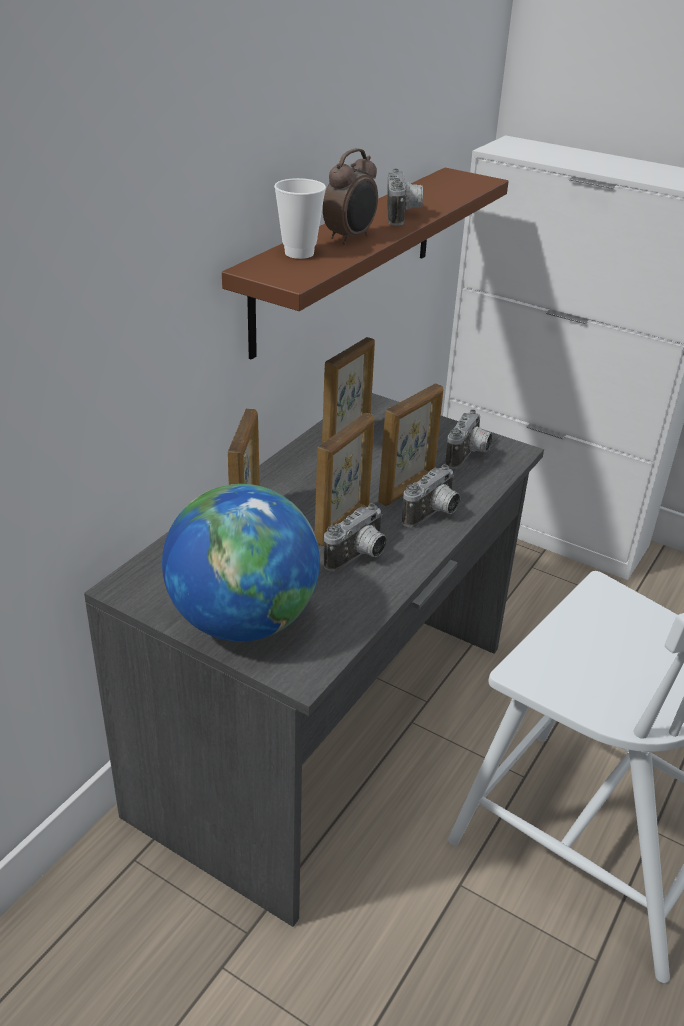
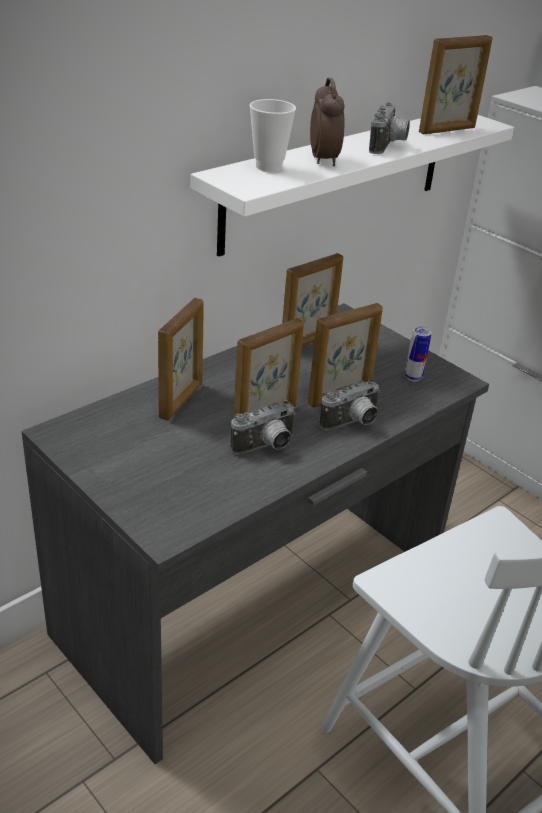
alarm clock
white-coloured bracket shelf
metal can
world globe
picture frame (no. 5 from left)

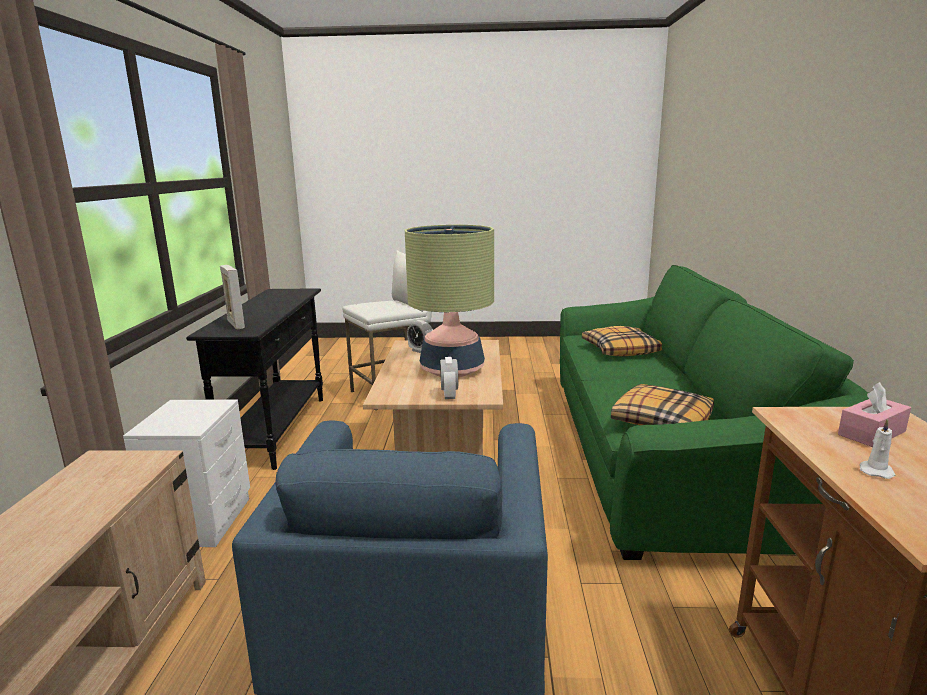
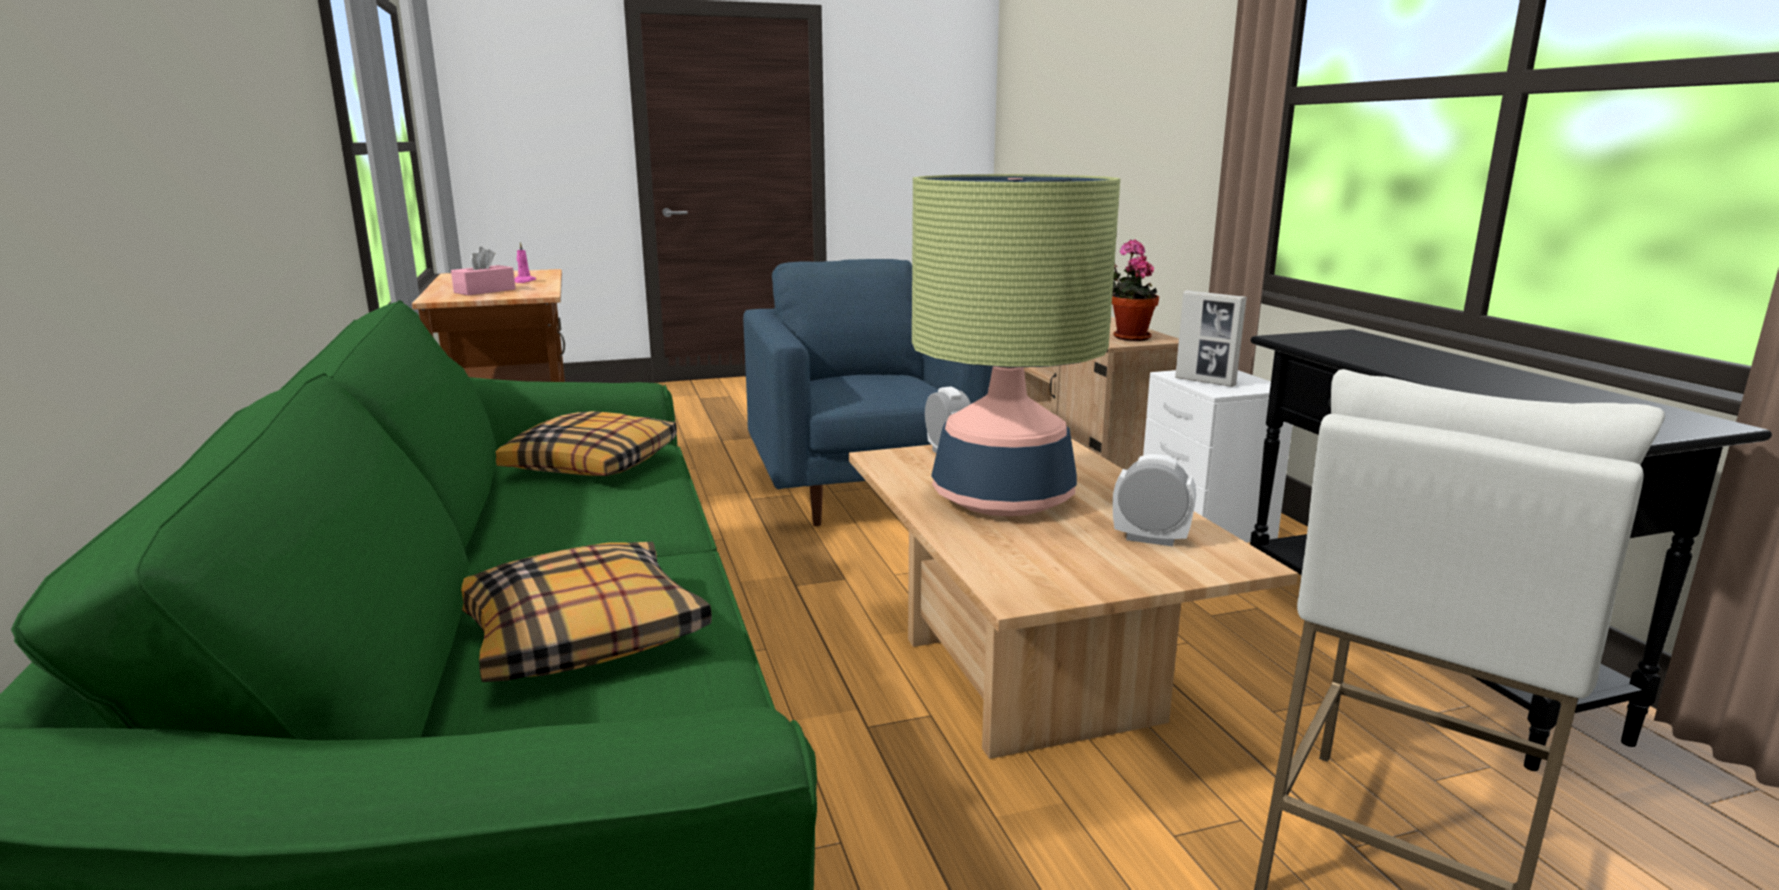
picture frame
pink-coloured candle
plant in a pot

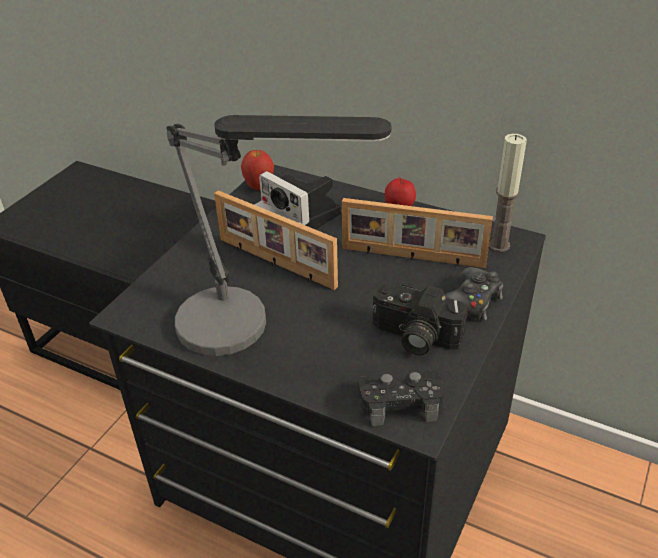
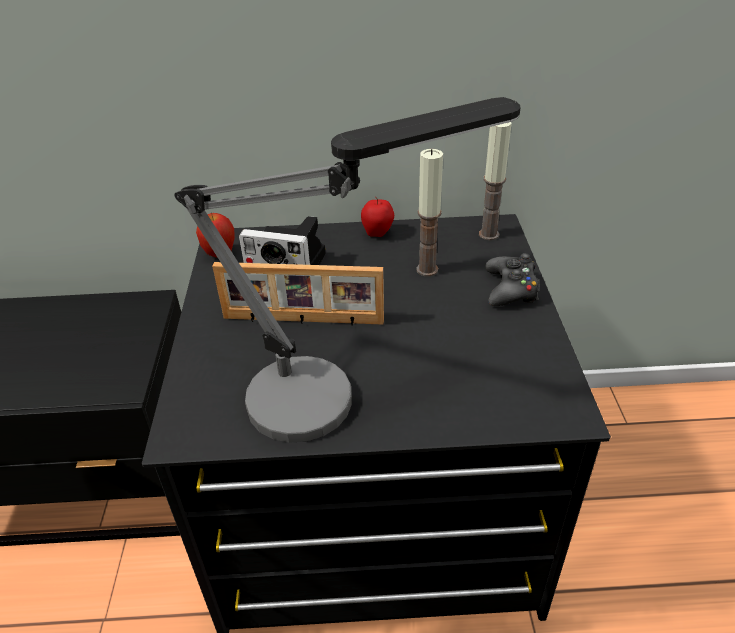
candle (no. 1 from left)
still camera (no. 2 from left in the first image)
blackish game controller (no. 1 from left in the first image)

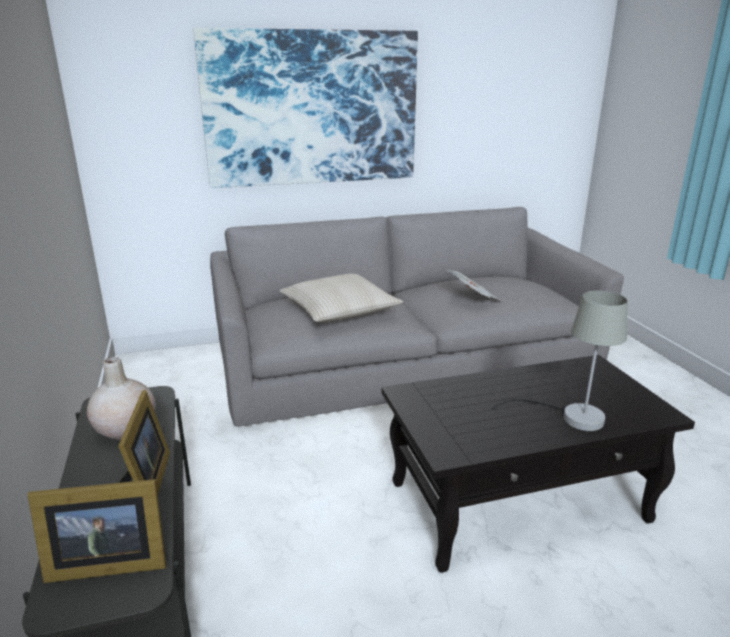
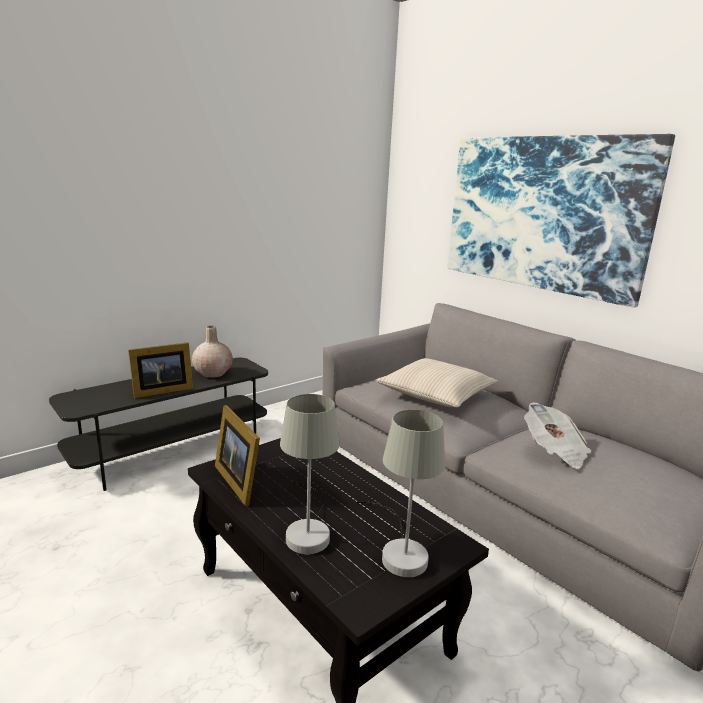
picture frame (no. 2 from left)
greyish lamp for a table (no. 2 from left)

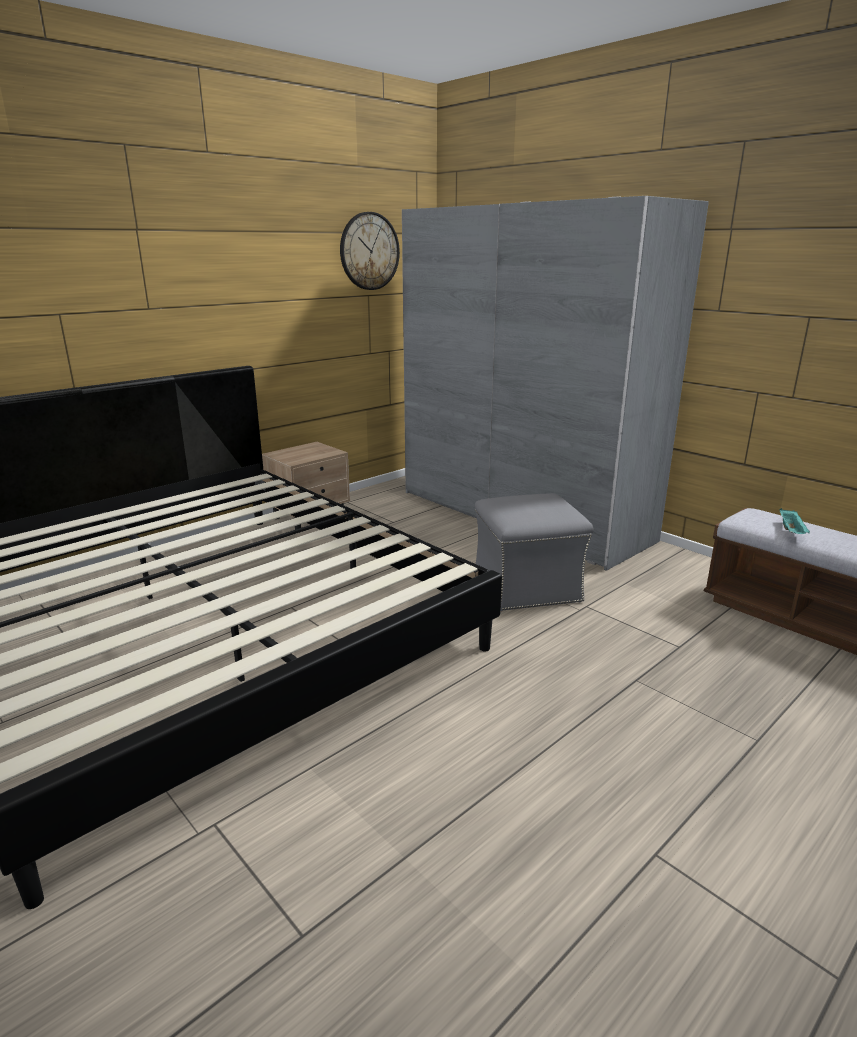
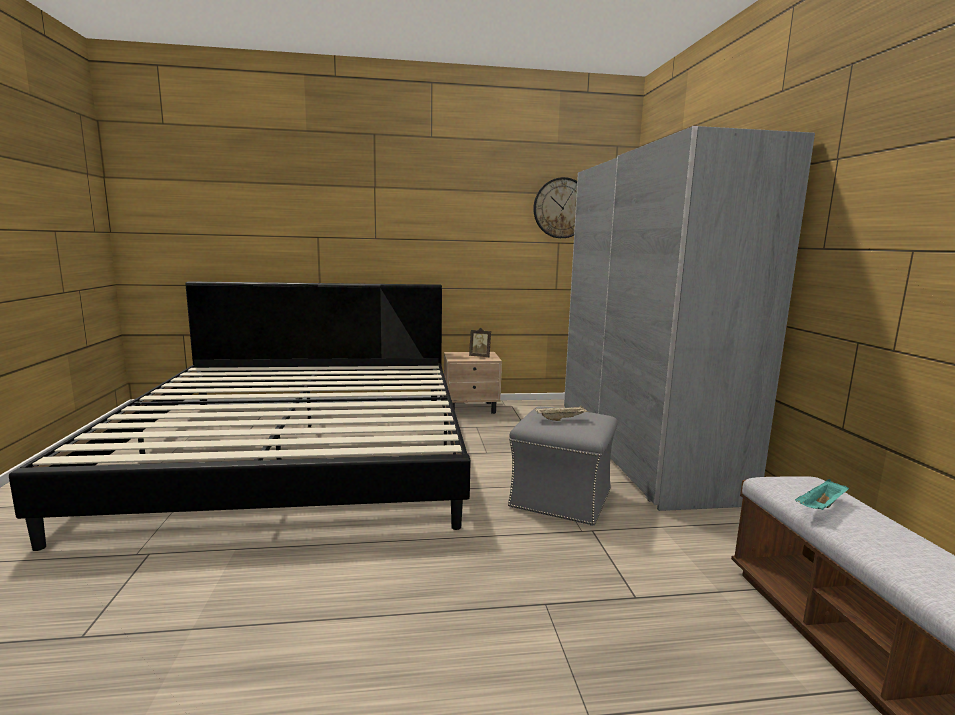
picture frame
beige tray

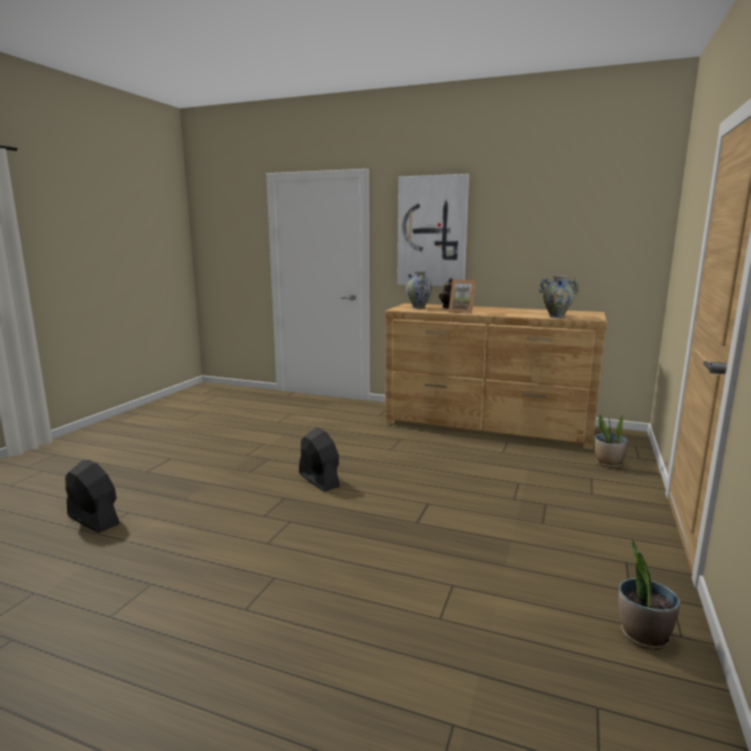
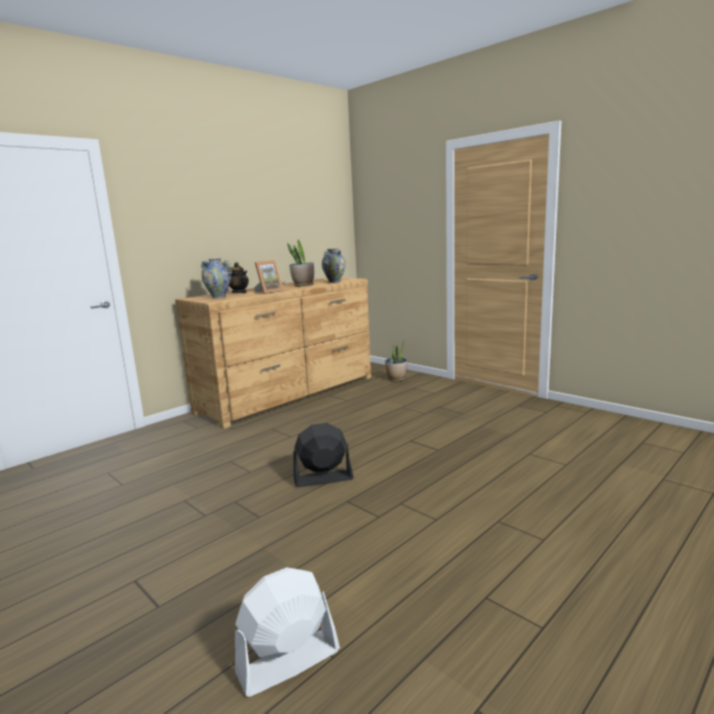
wall picture
white-coloured fan
plant in a pot (no. 1 from left)

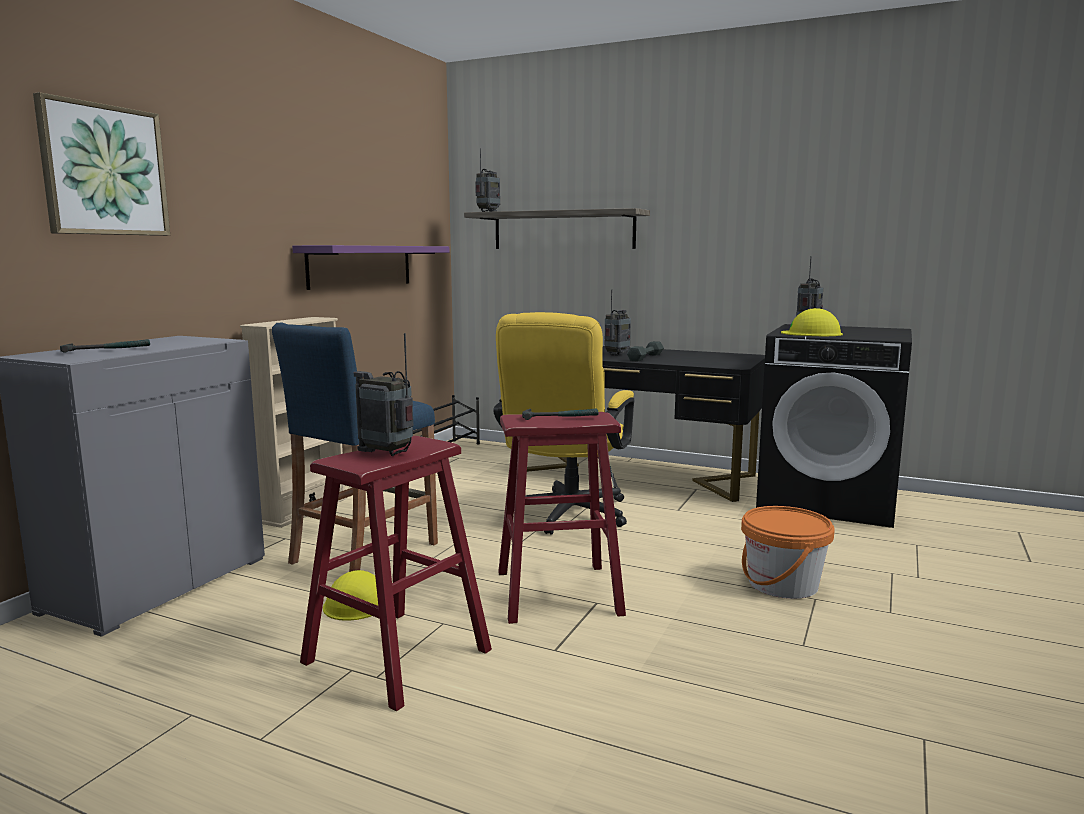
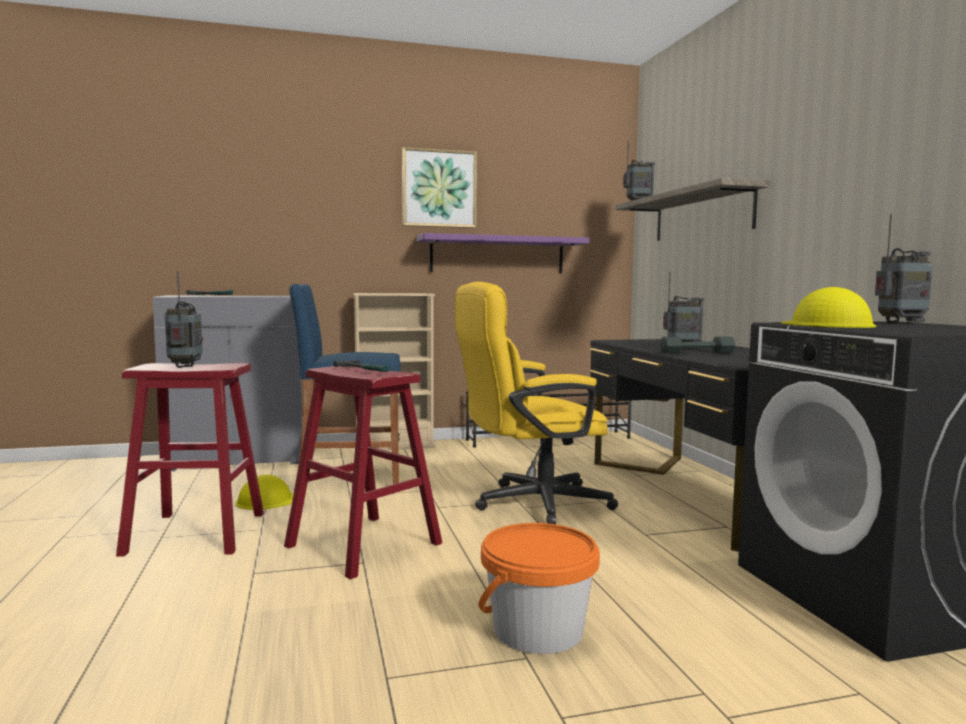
wall picture

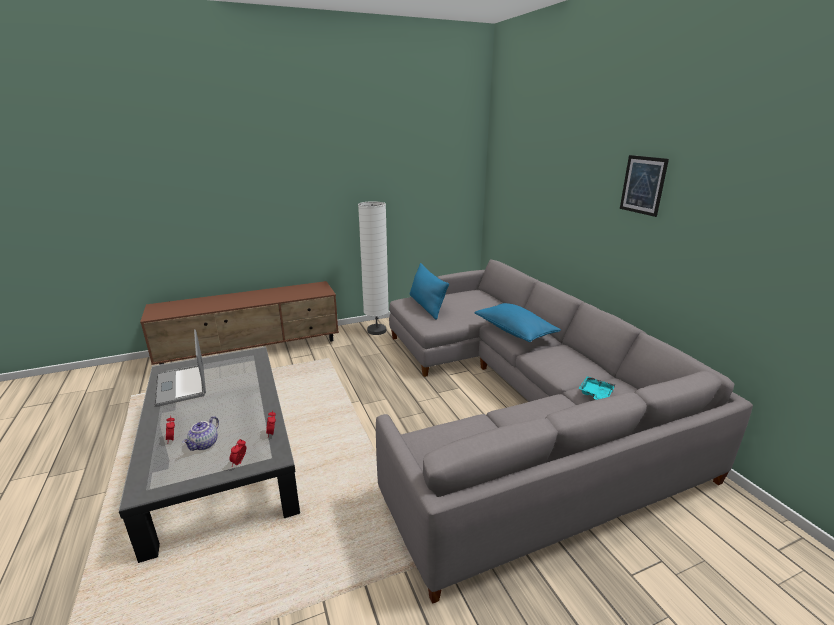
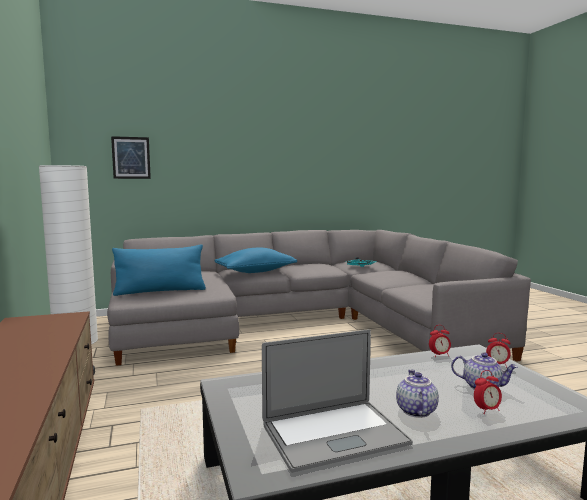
wall picture
teapot (no. 1 from left)

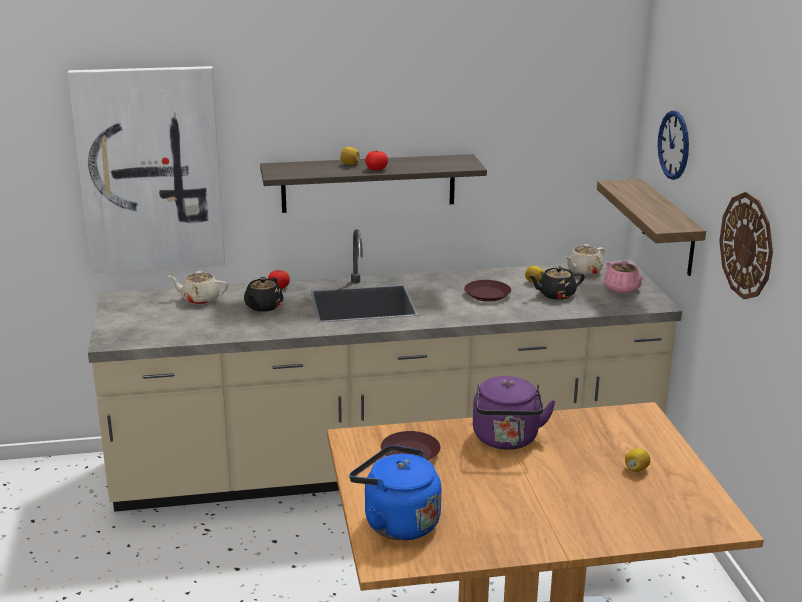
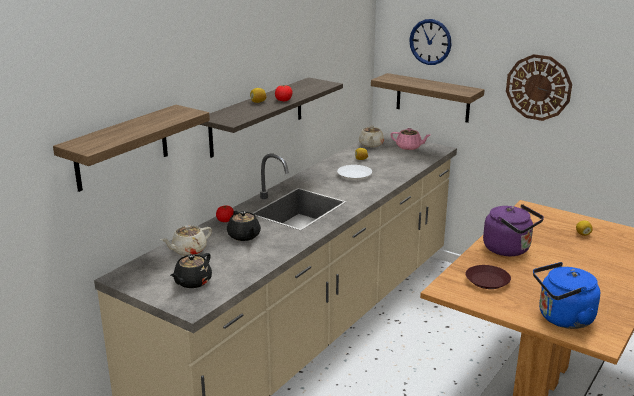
bracket shelf (no. 1 from left)
blackish teapot (no. 1 from left)
white-coloured dinner plate

